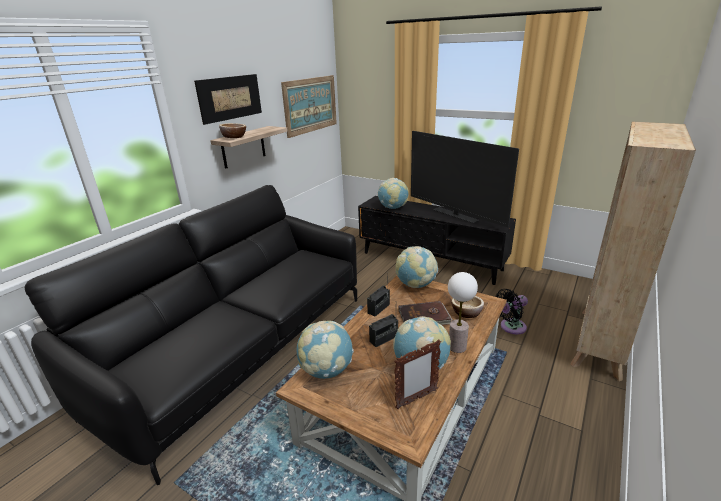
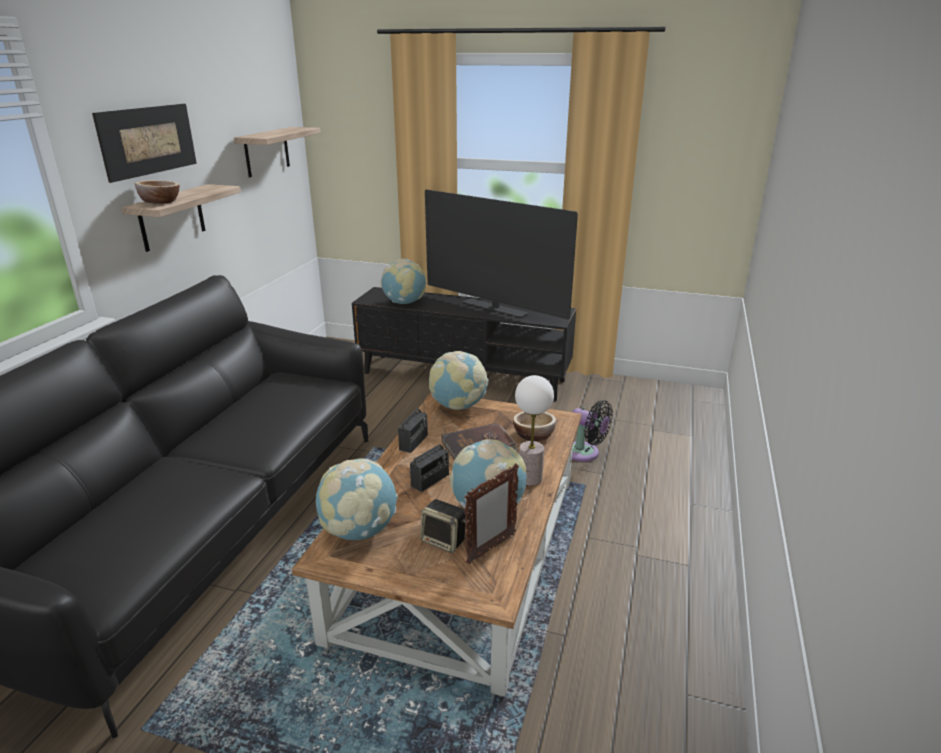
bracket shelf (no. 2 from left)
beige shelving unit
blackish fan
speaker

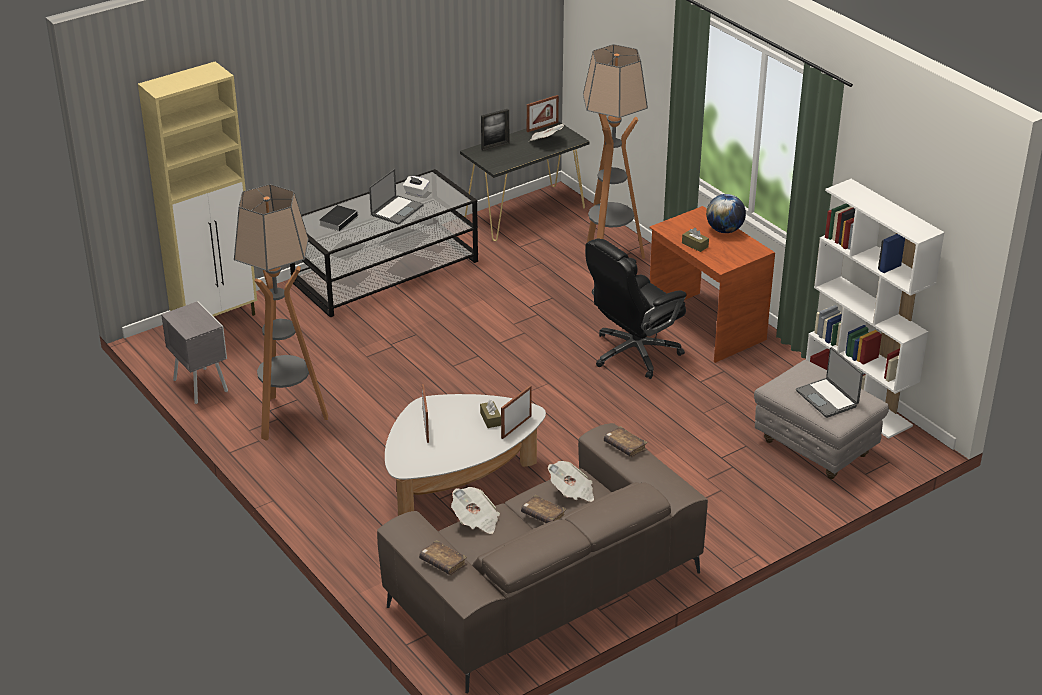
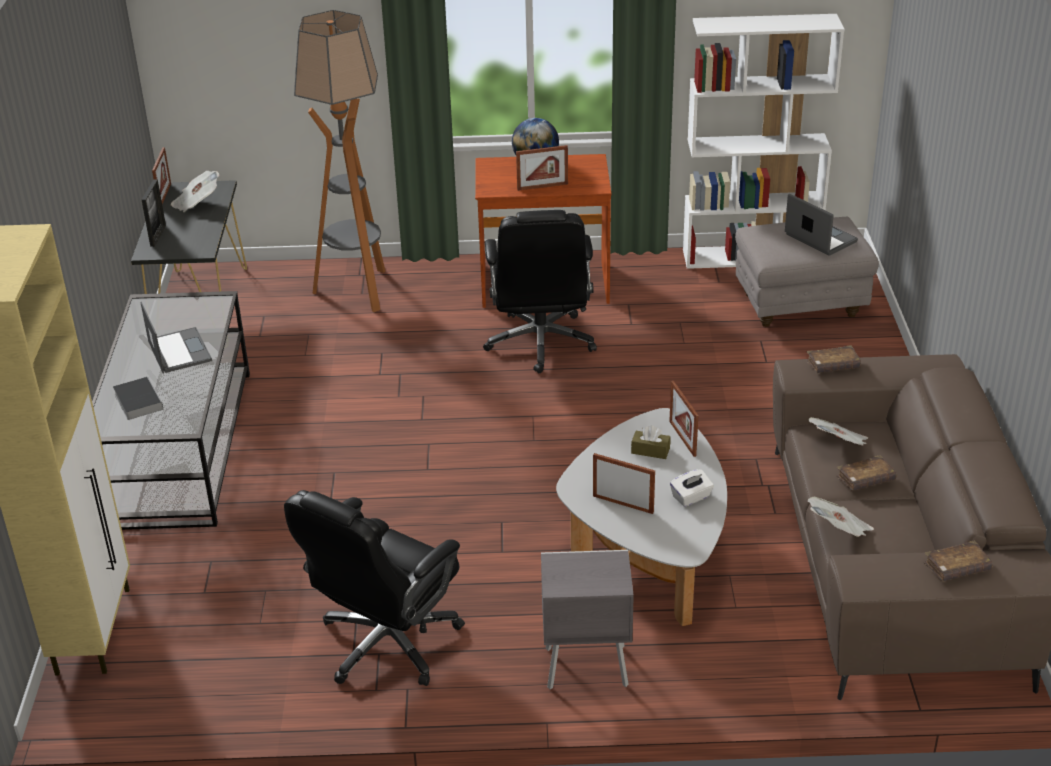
white-coloured tissue box
blackish office chair (no. 1 from left)
picture frame (no. 3 from left)
greyish nightstand
portable computer (no. 2 from left)

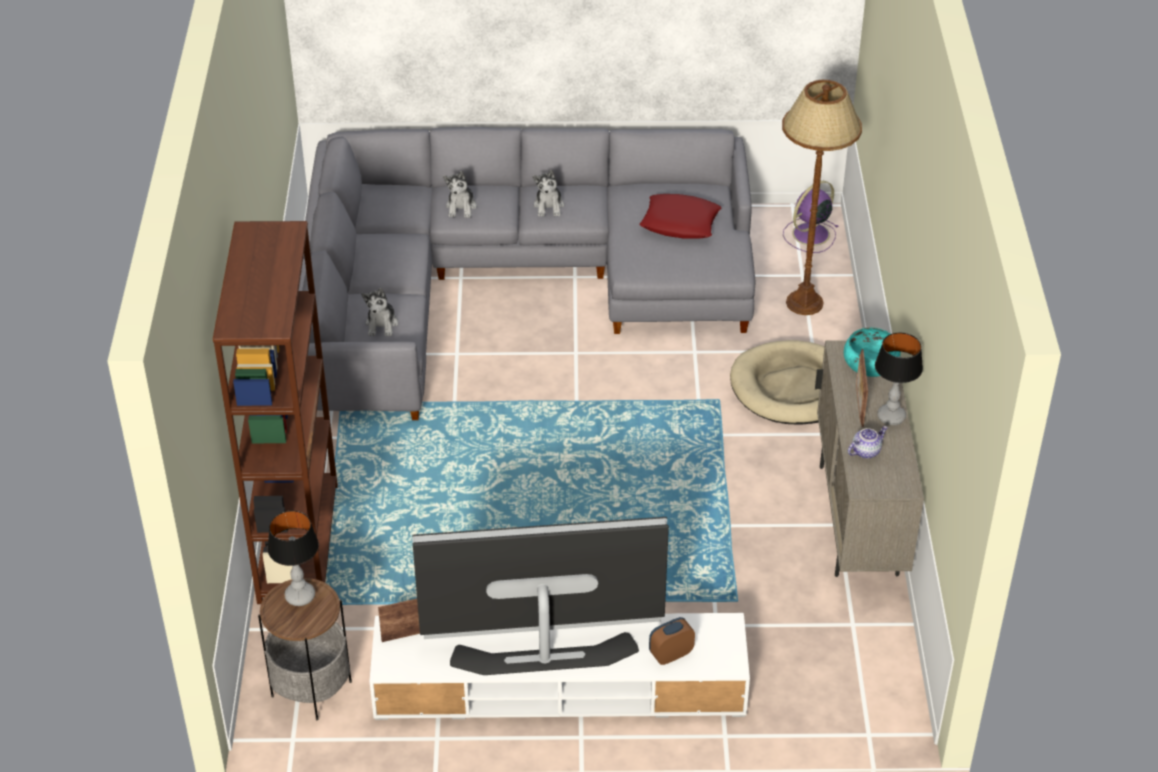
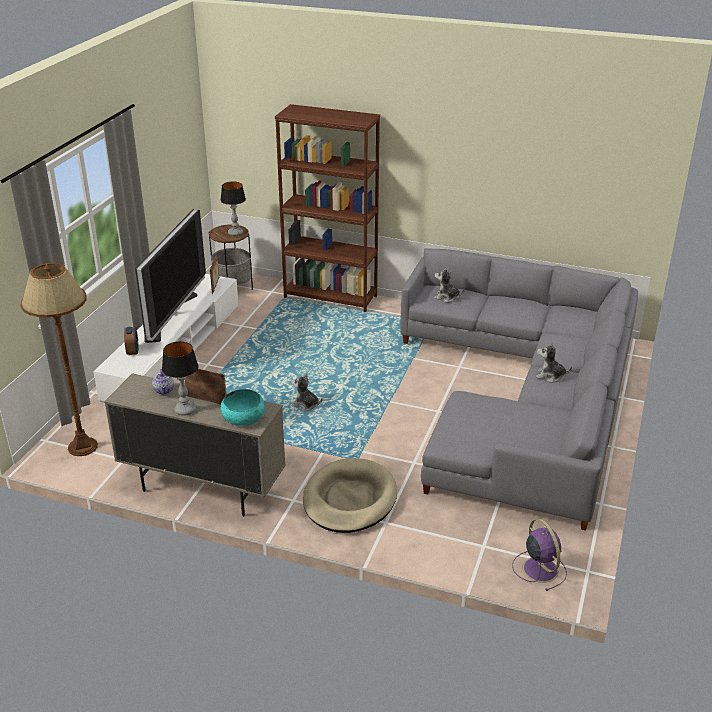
brown-coloured standard lamp
soft toy (no. 1 from left)
reddish cushion

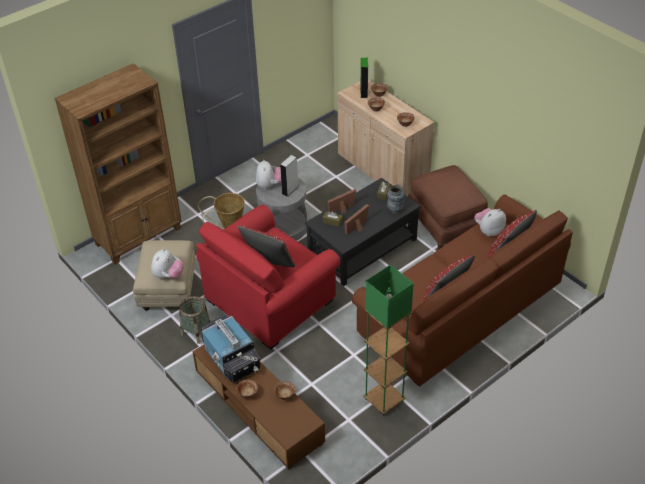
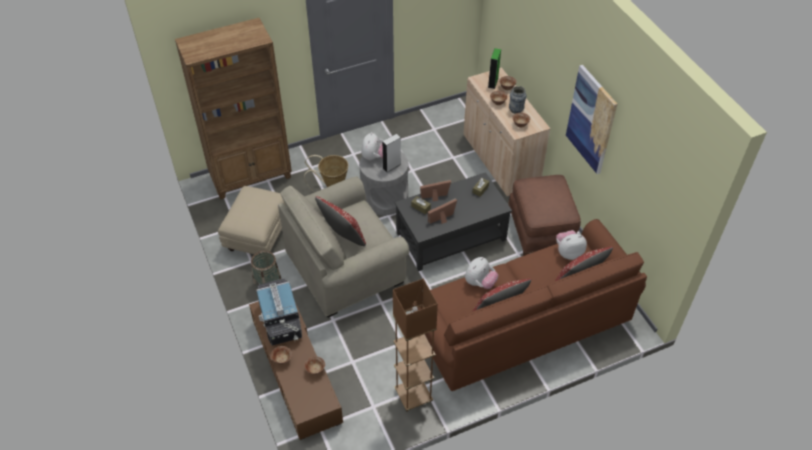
flower vase
beige armchair
soft toy (no. 2 from left)
brown-coloured standard lamp
wall picture

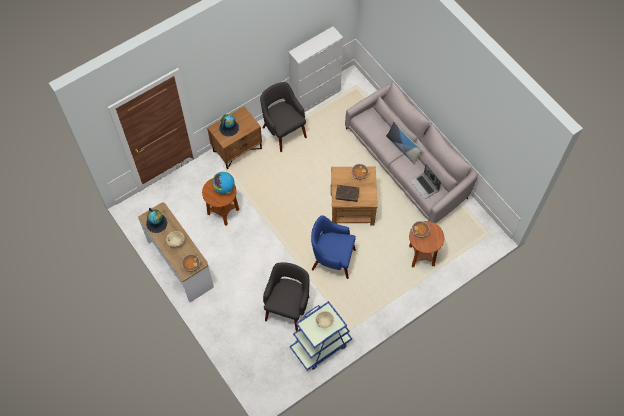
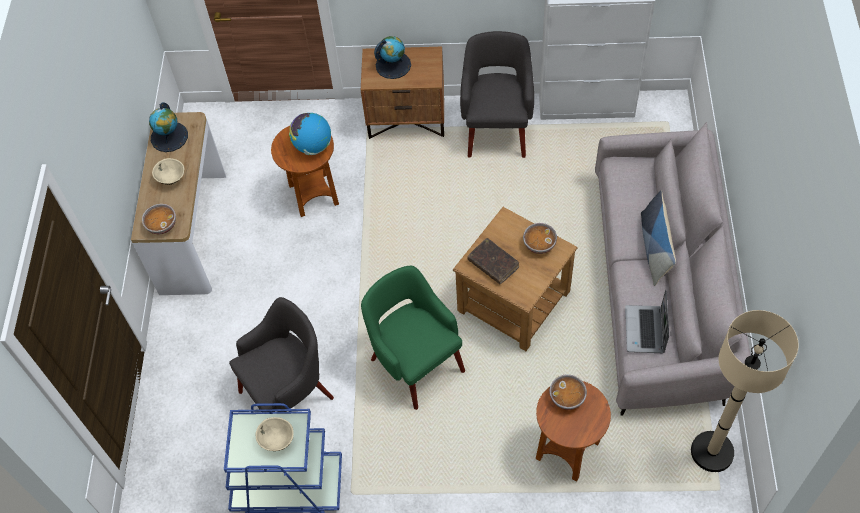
greenish armchair
beige standard lamp

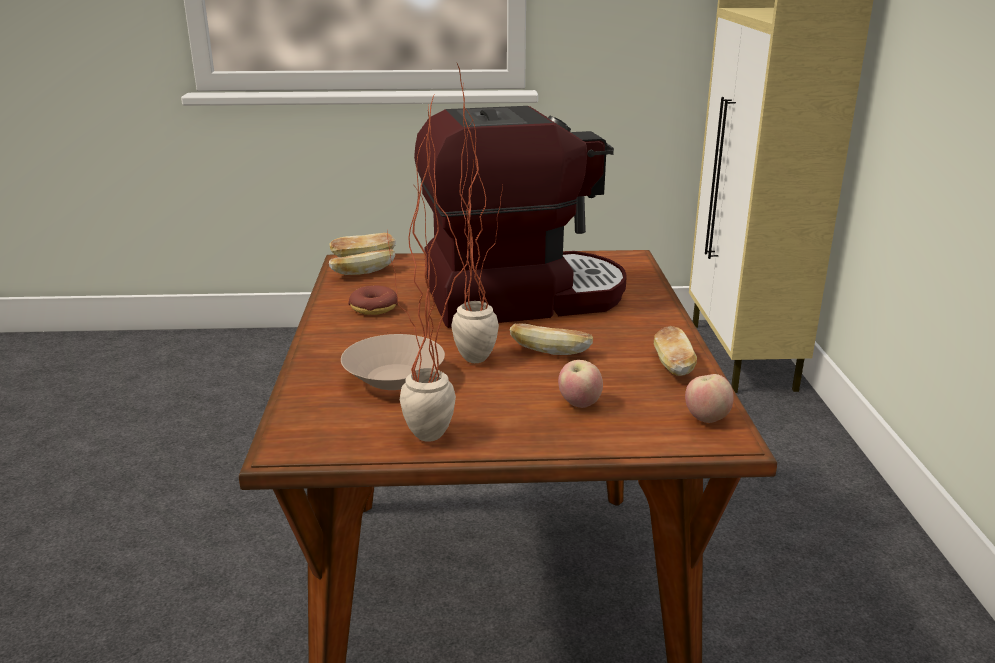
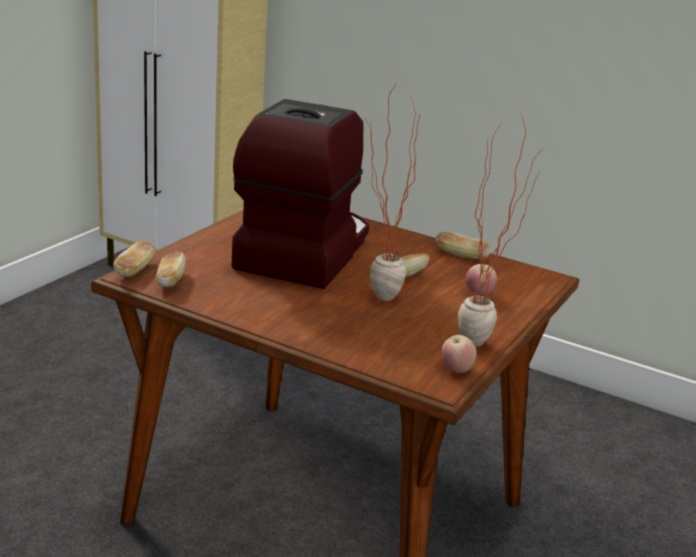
doughnut
beige bowl
apple (no. 1 from left)

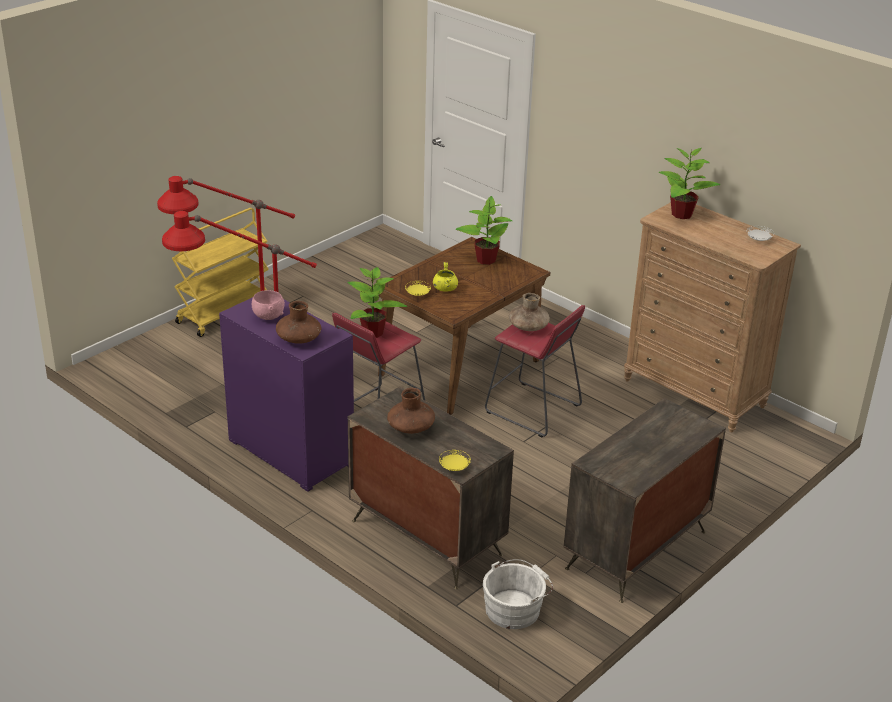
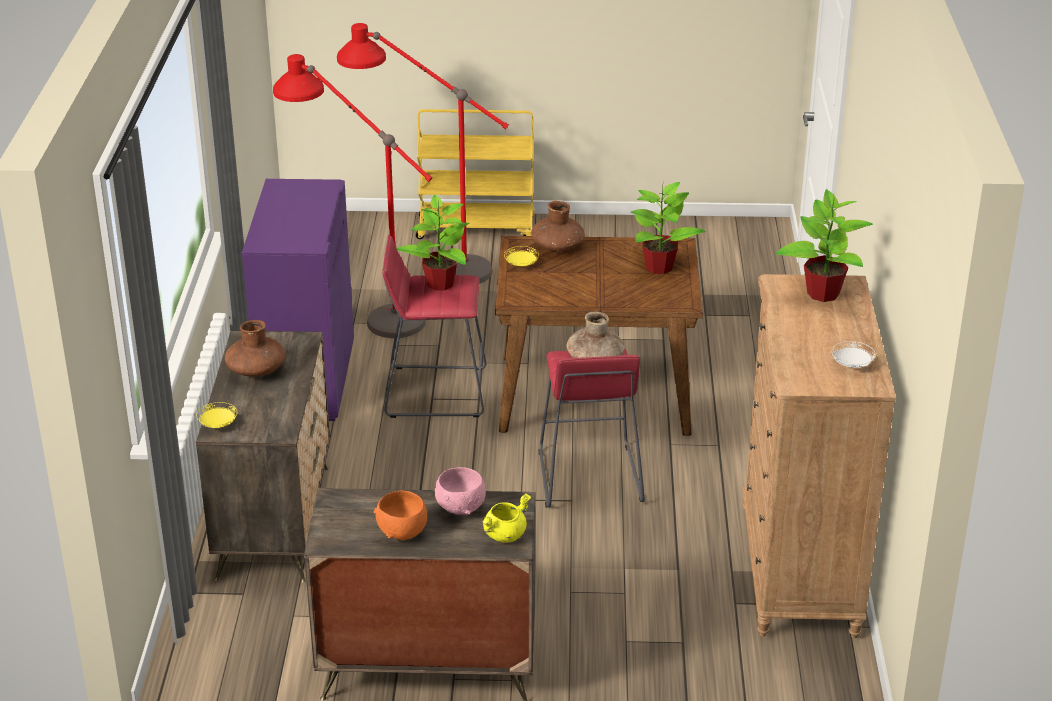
yellowish saucepot
pink-coloured bowl
brown-coloured flower vase (no. 2 from left)
white-coloured water bucket
orangey bowl

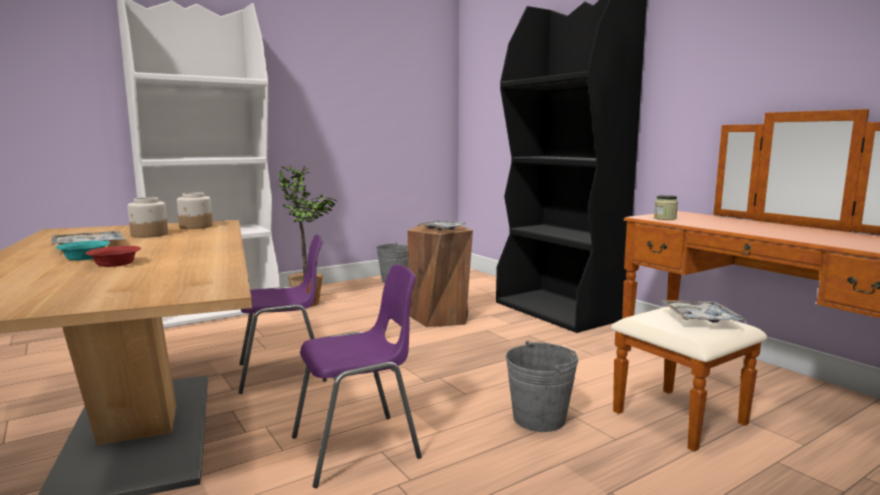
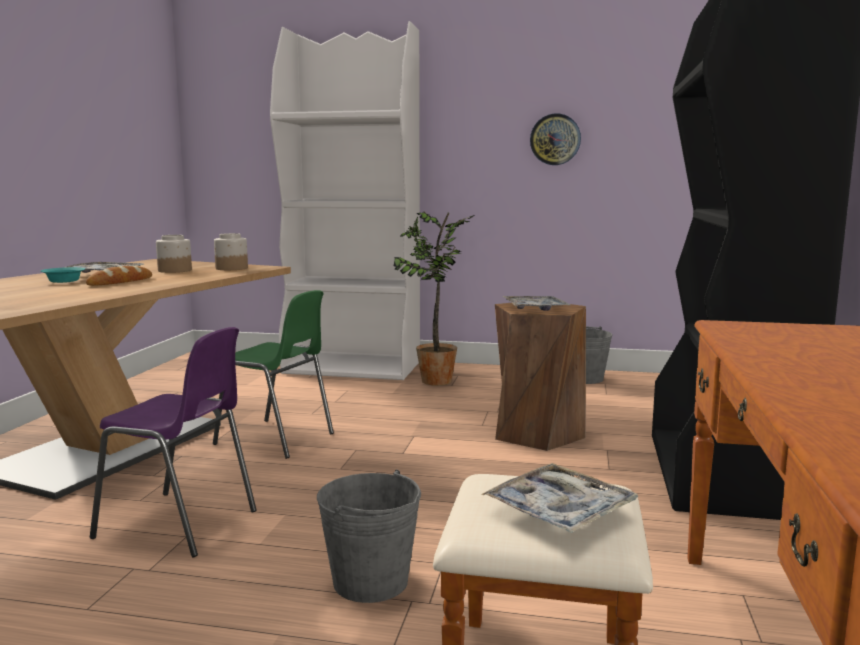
preserve jar (no. 3 from left in the first image)
greenish upright chair
reddish bowl
hanging clock
bakery bread

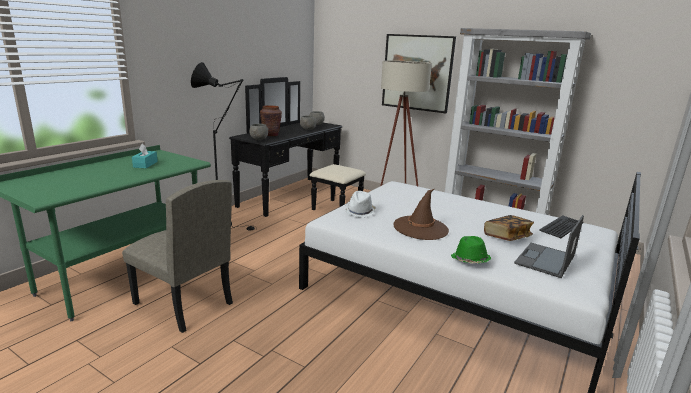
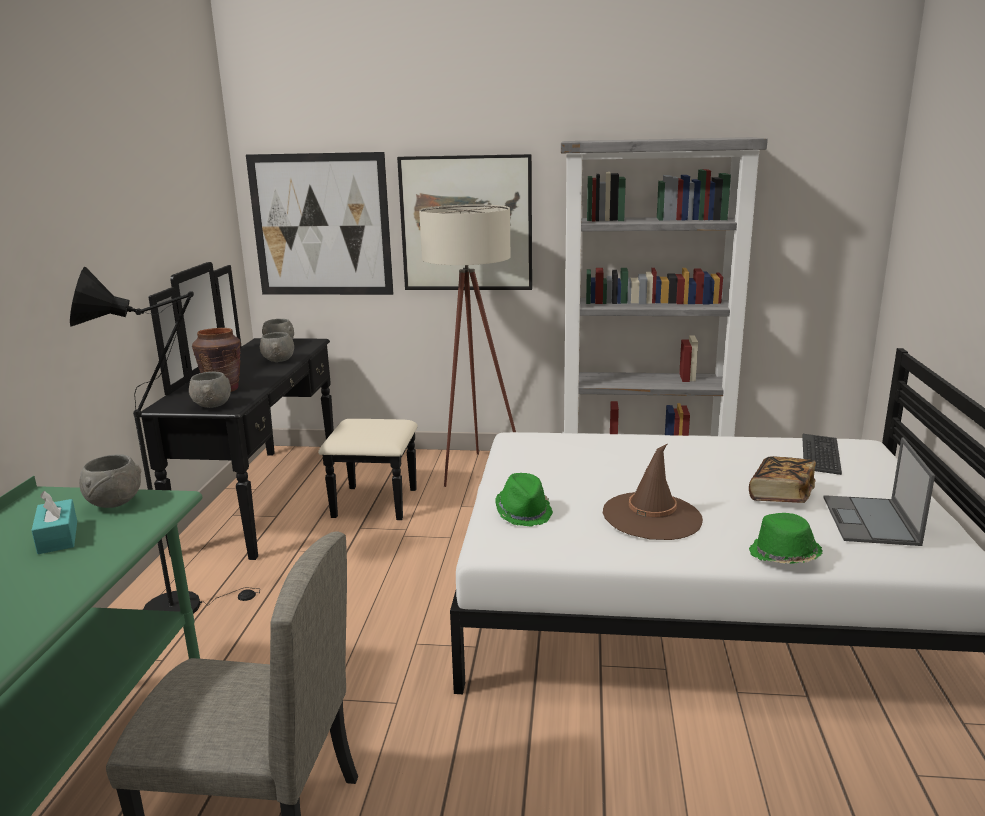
greenish wearable hat (no. 1 from left)
wall picture (no. 1 from left)
greyish bowl (no. 1 from left)

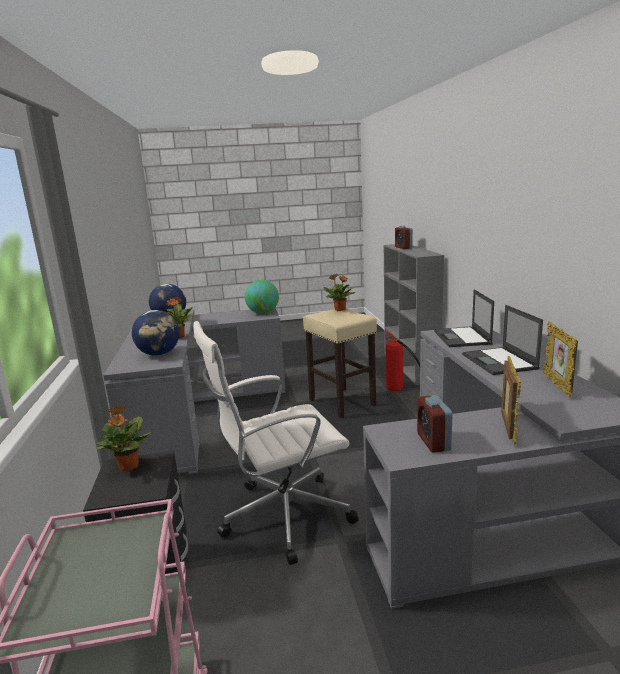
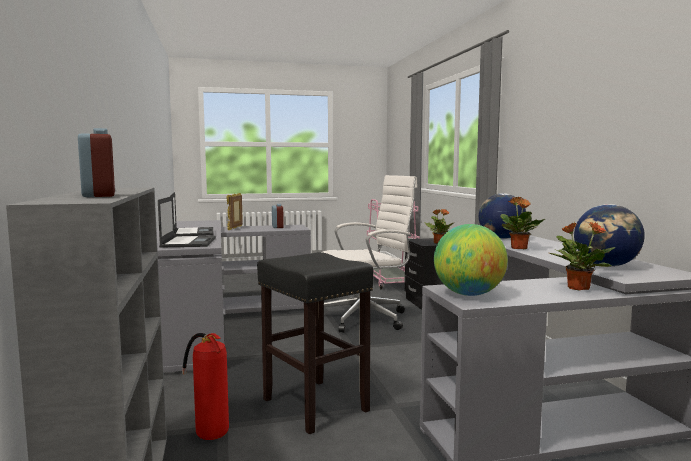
plant in a pot (no. 3 from left)
blackish stool
picture frame (no. 2 from left in the first image)

